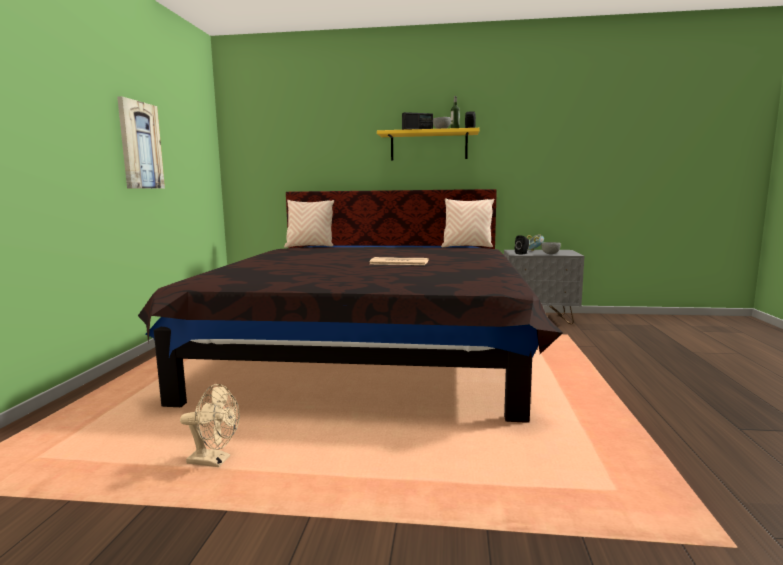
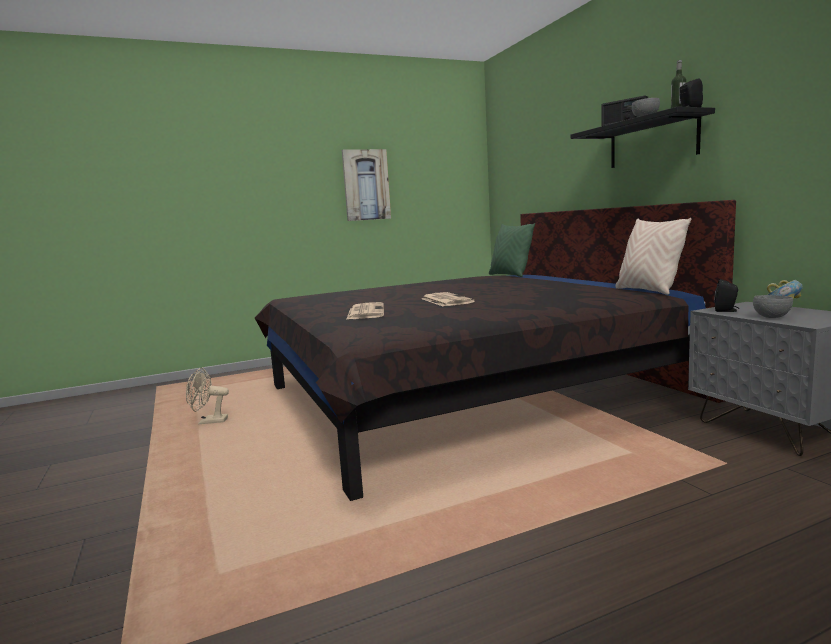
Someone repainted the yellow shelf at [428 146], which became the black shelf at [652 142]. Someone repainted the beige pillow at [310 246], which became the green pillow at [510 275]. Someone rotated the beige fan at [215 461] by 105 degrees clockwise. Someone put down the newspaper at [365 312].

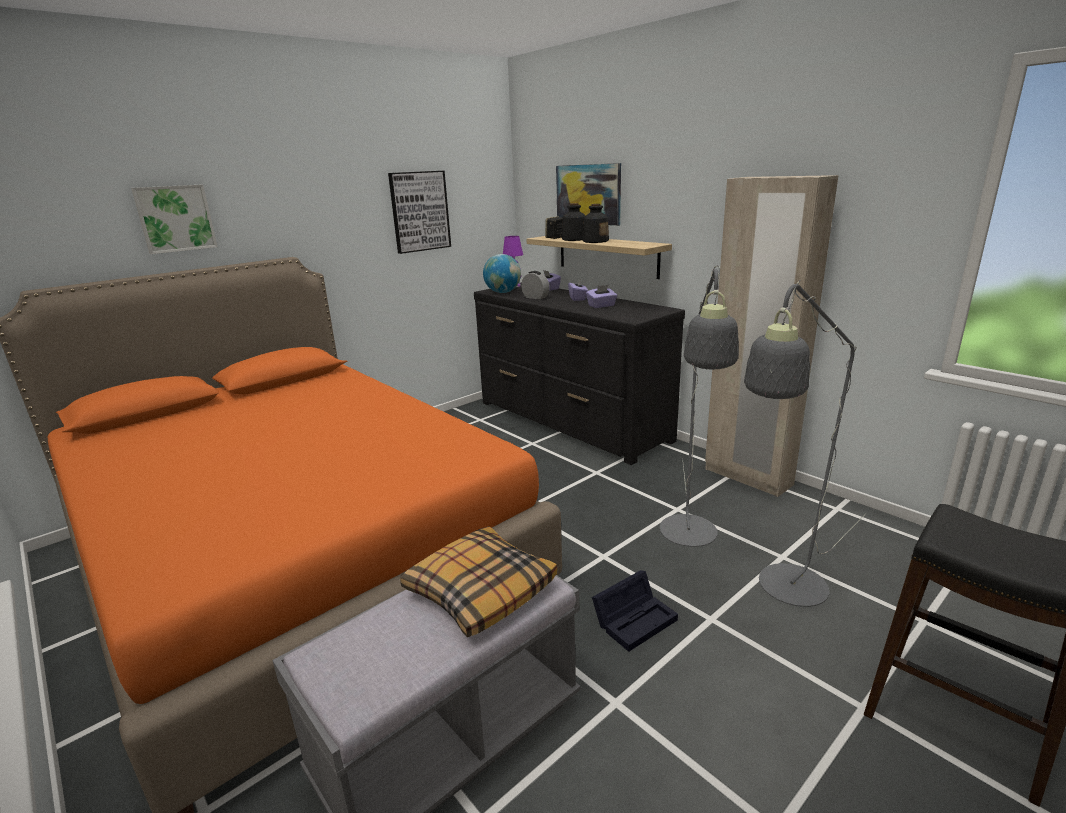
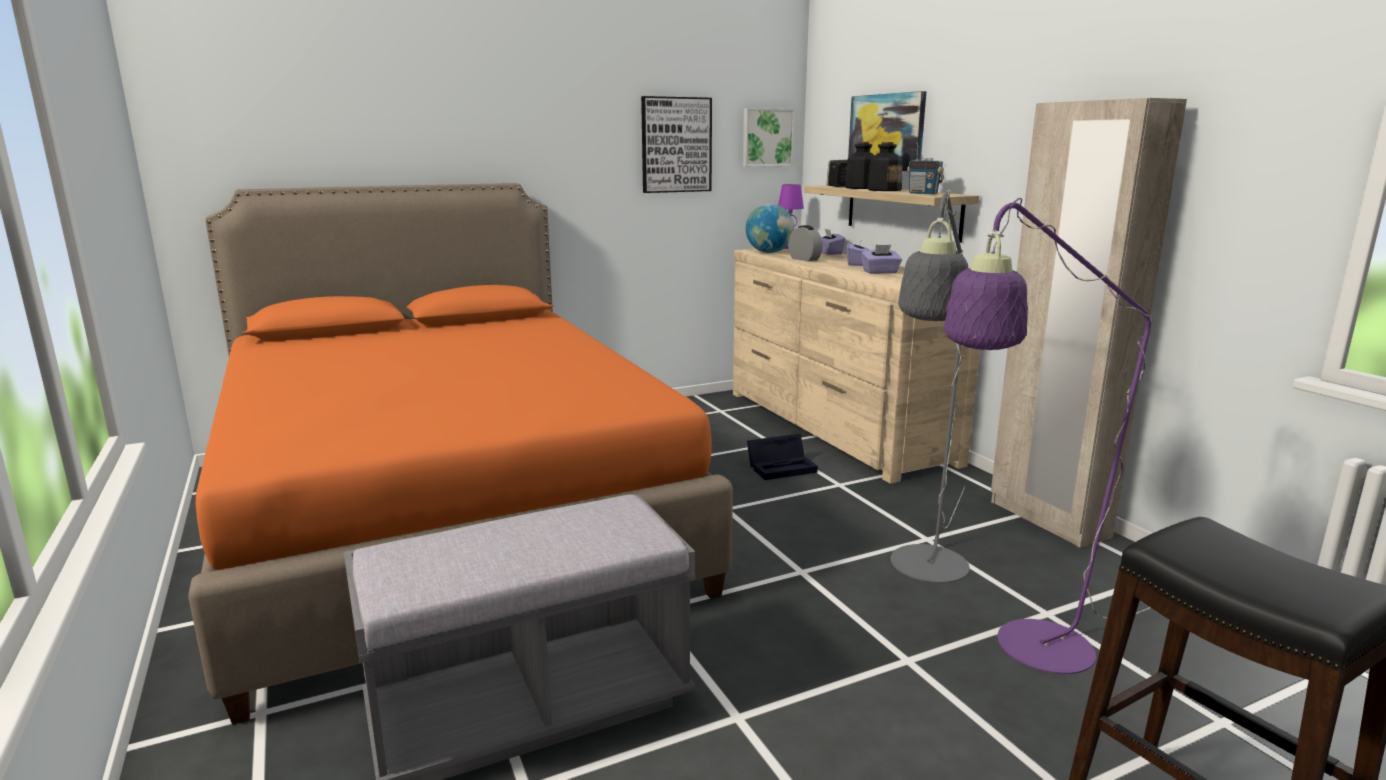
Someone carried the picture from [175 218] to [767 137]. Someone repainted the grey floor lamp at [785 593], which became the purple floor lamp at [1028 653]. Someone repainted the black dresser at [570 421], which became the beige dresser at [834 426]. Someone took away the pillow at [480 590]. Someone carried the black storage box from [635 619] to [782 467]. Someone put down the radio at [923 193].

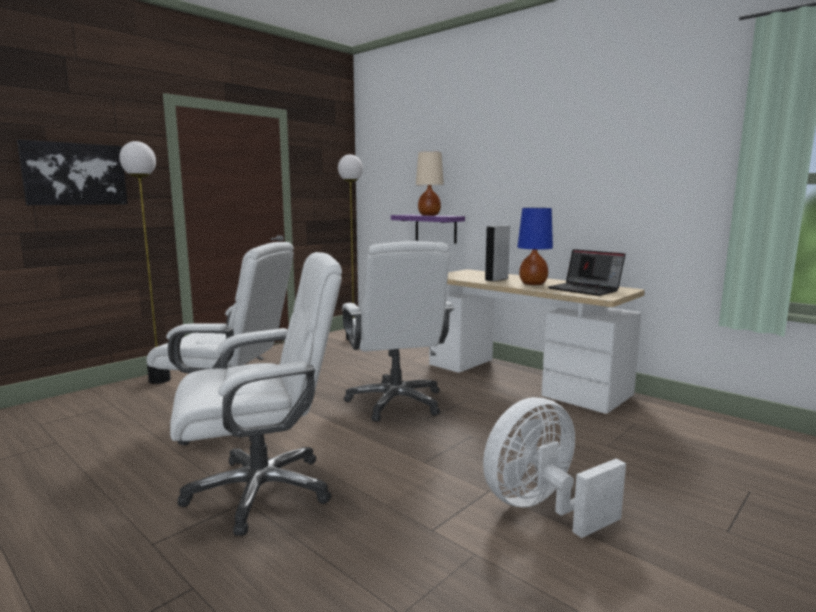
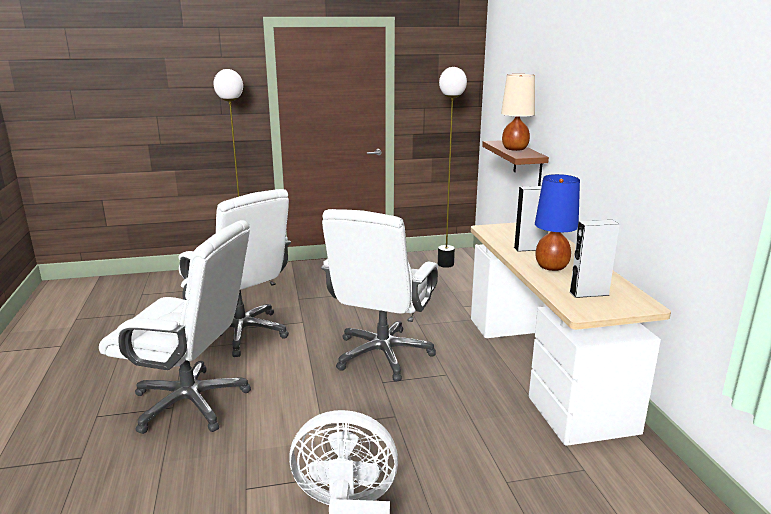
Someone took away the picture at [75 174]. Someone repainted the purple shelf at [435 228], which became the brown shelf at [528 163]. Someone swapped the laptop at [585 290] for the grey speaker at [589 293].

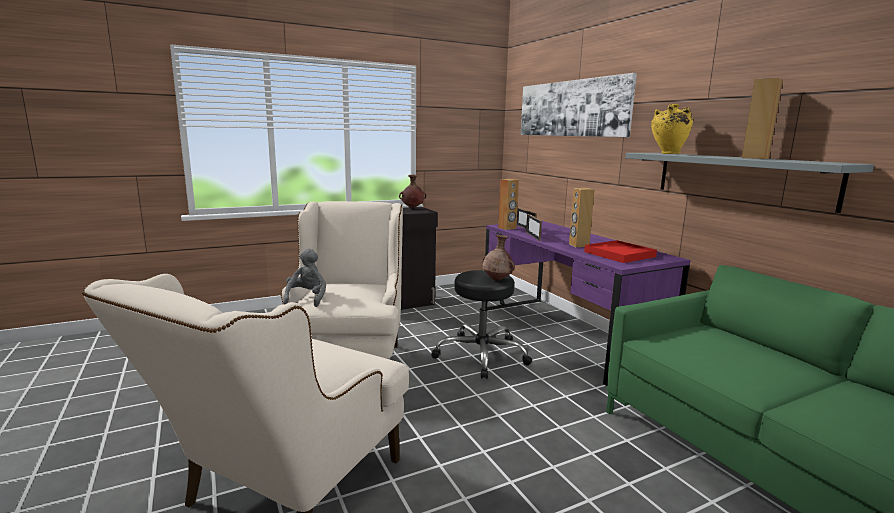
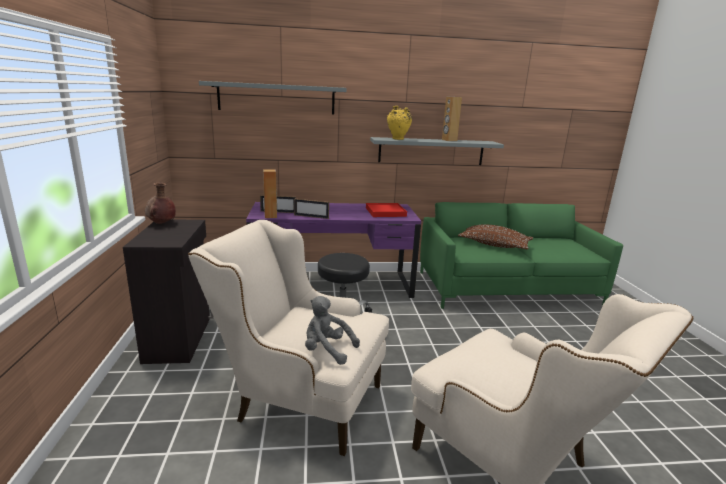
Someone swapped the picture at [571 108] for the grey shelf at [276 98]. Someone took away the brown speaker at [578 245]. Someone took away the brown vase at [497 280]. Someone put down the brown pillow at [494 245].

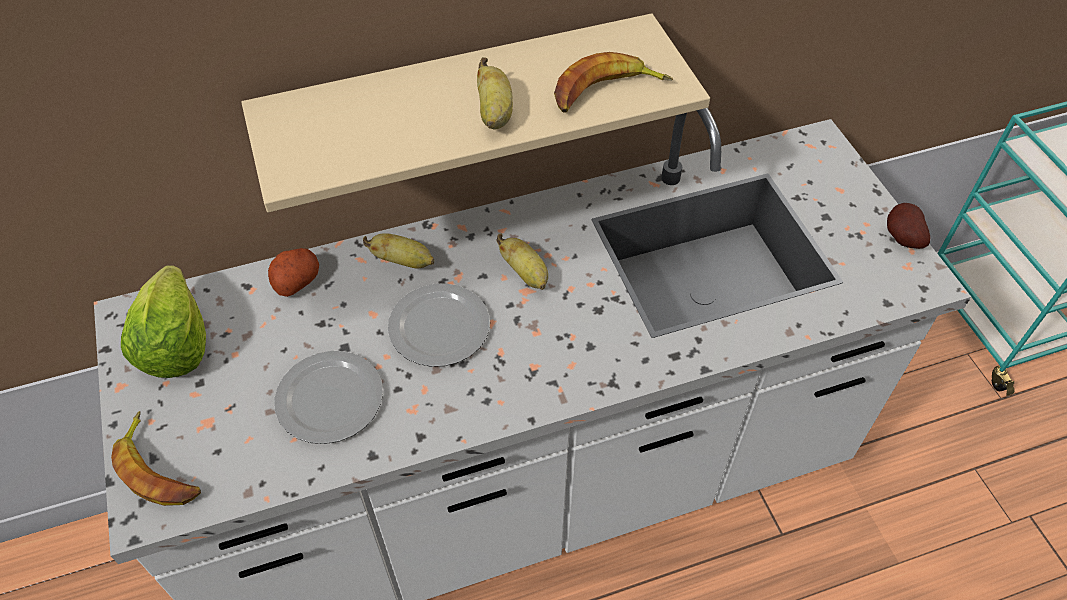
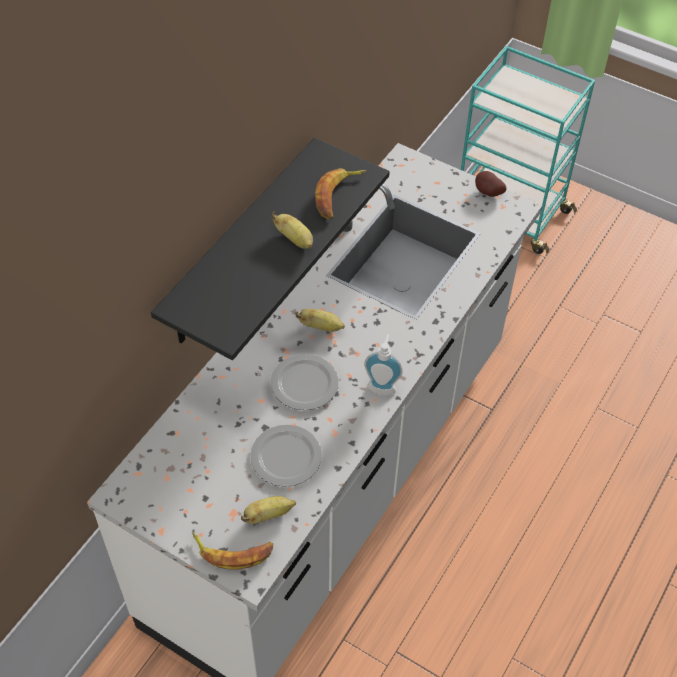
Someone repainted the beige shelf at [459 102], which became the black shelf at [240 246]. Someone carried the banana from [403 261] to [268 515]. Someone took away the potato at [296 280]. Someone took away the lettuce at [176 344]. Someone put down the soap dispenser at [382 385].

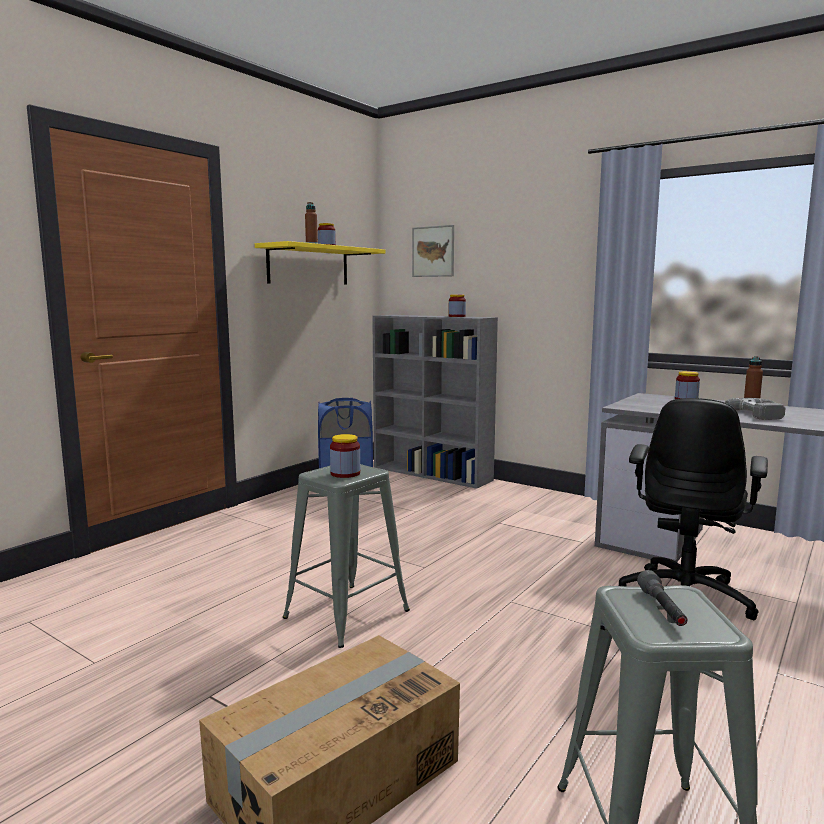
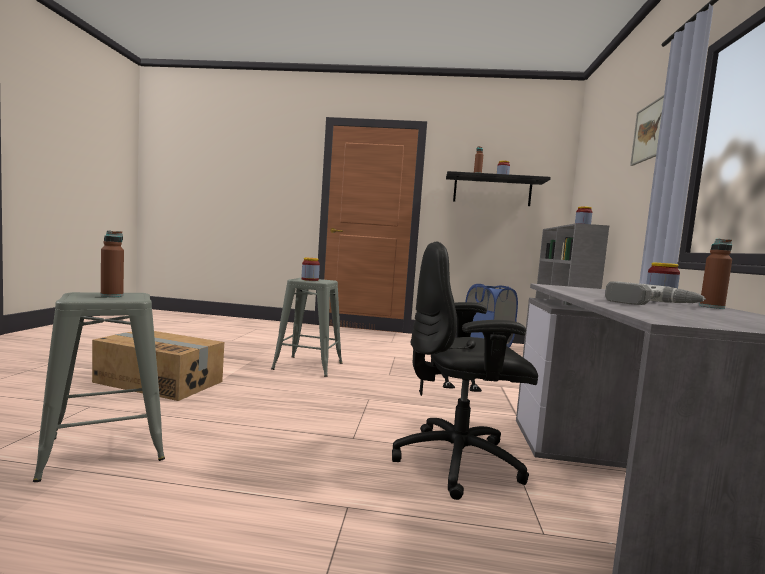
Someone carried the picture from [433 251] to [649 132]. Someone repainted the yellow shelf at [308 265], which became the black shelf at [492 191]. Someone swapped the grey flashlight at [662 609] for the brown bottle at [112 295].

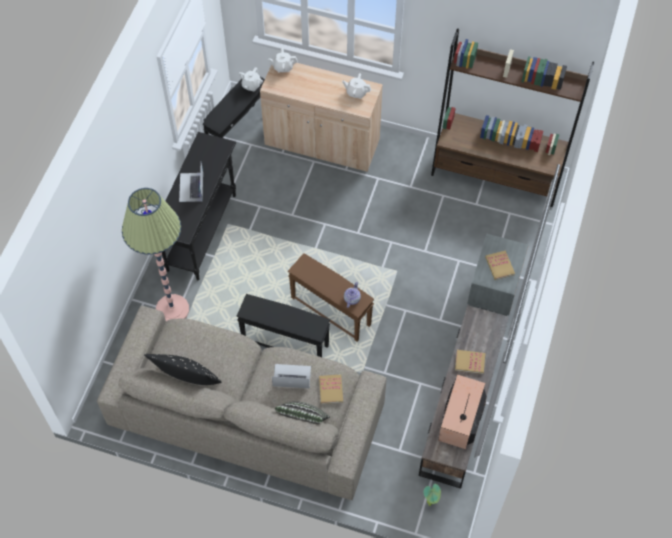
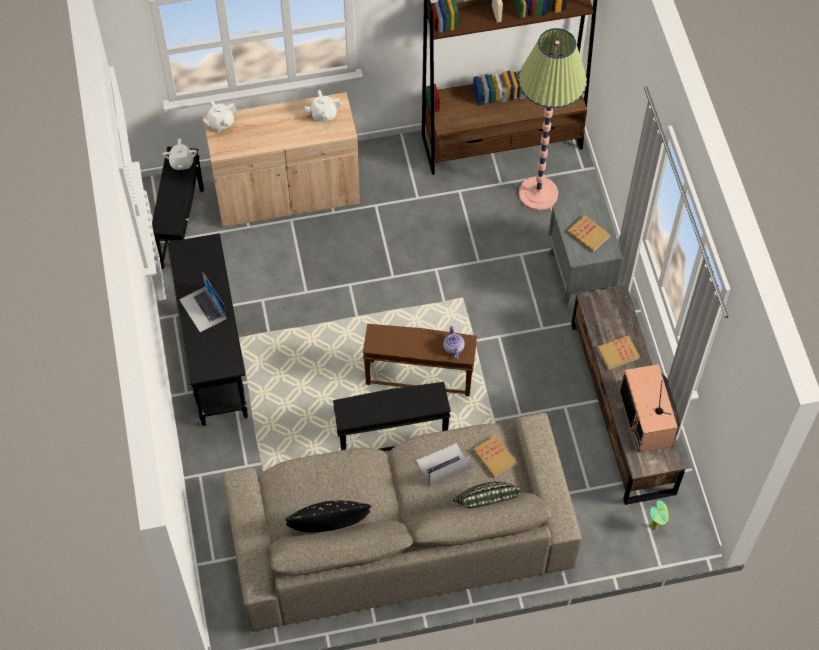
Someone carried the floor lamp from [172 309] to [538 193].

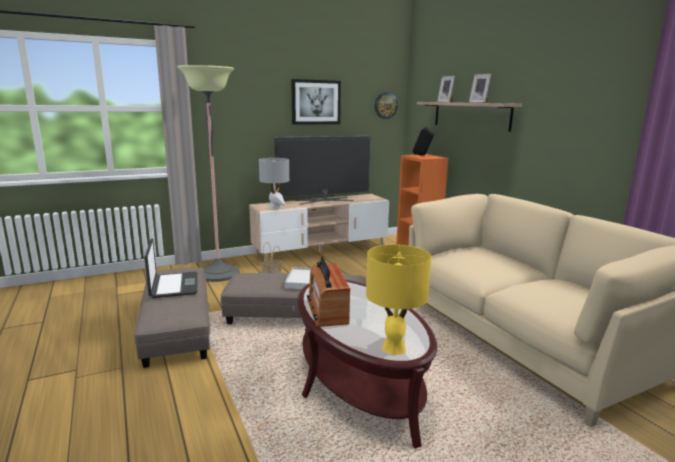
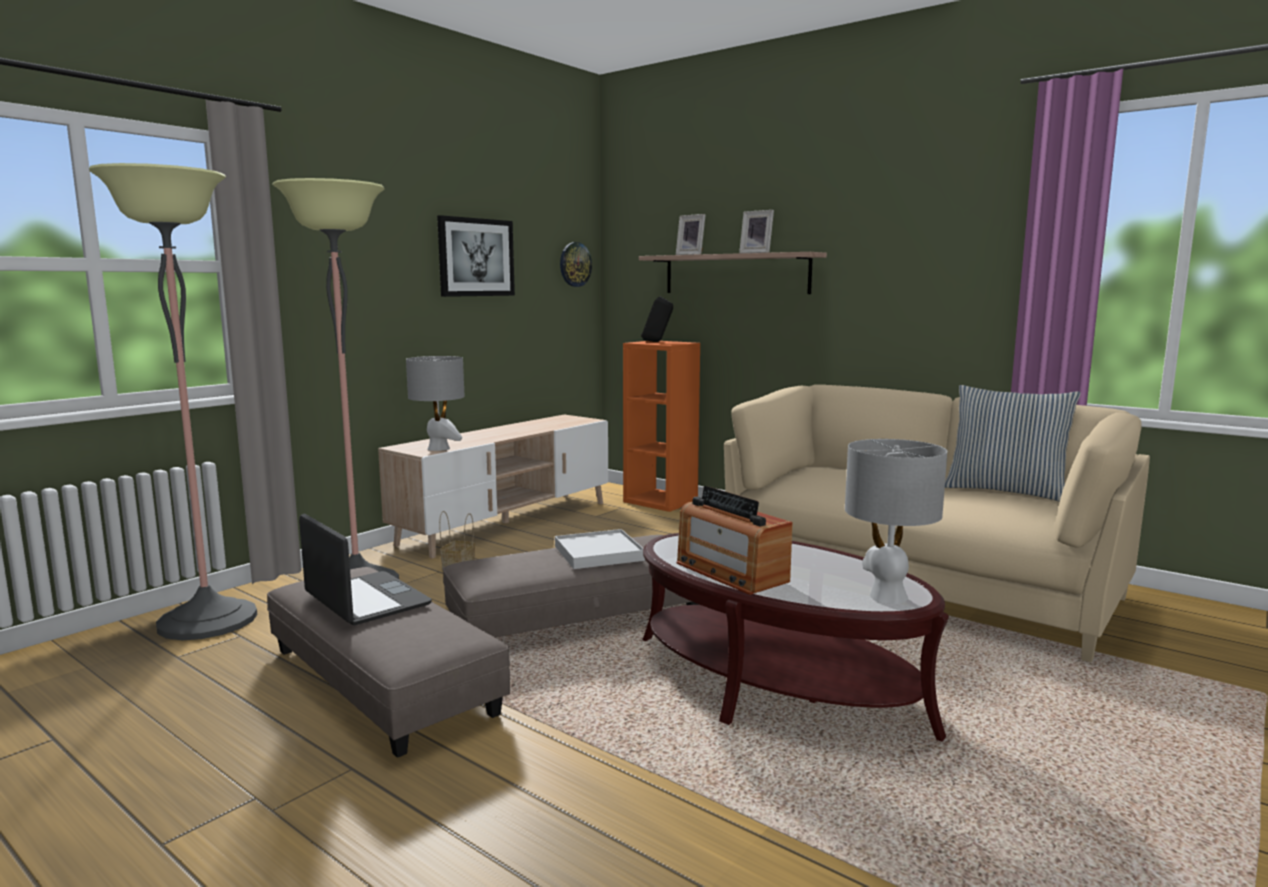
Someone took away the television at [324 200]. Someone repainted the yellow table lamp at [393 348], which became the grey table lamp at [887 596]. Someone put down the floor lamp at [208 621]. Someone put down the pillow at [1005 491].

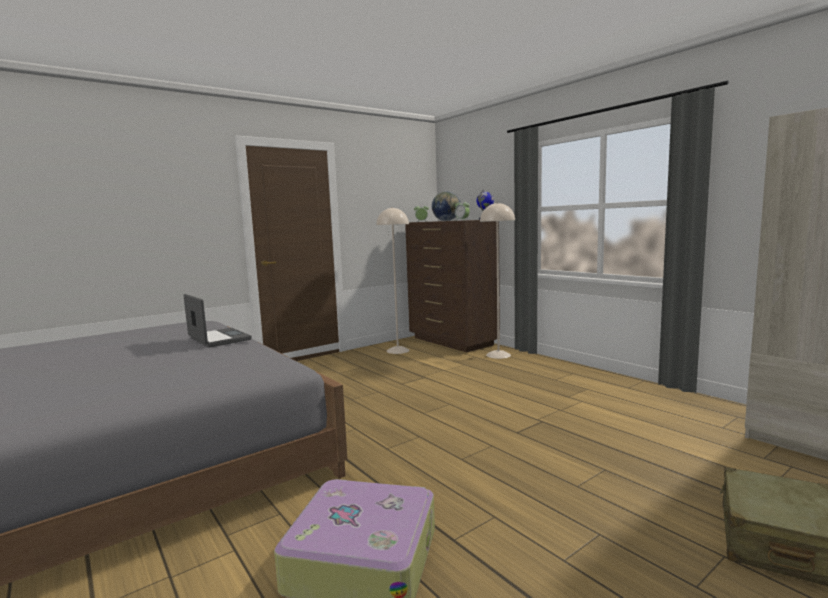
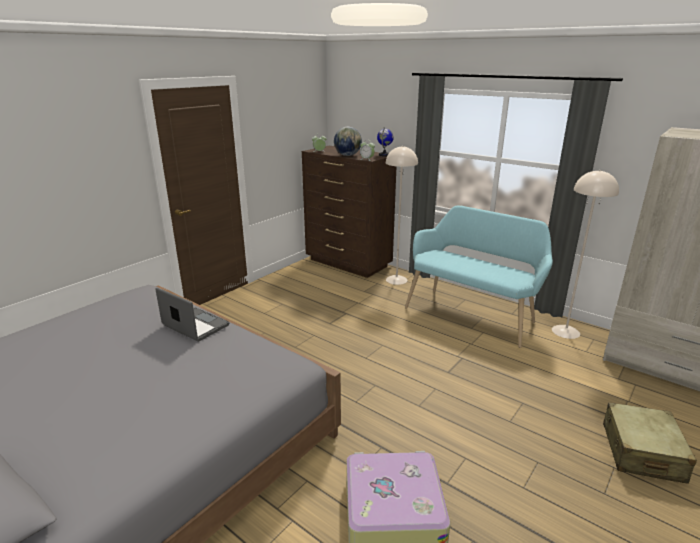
Someone carried the beige floor lamp from [398 350] to [565 331]. Someone put down the turquoise bench at [472 314].

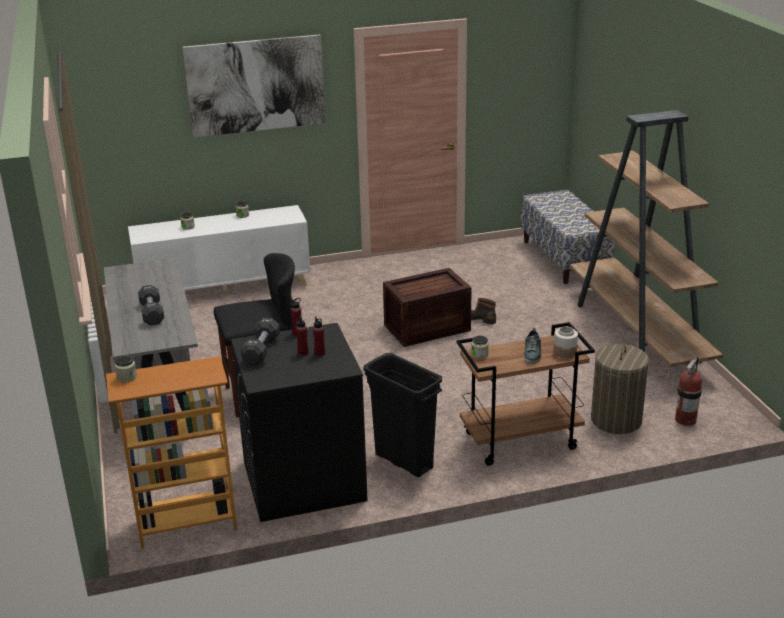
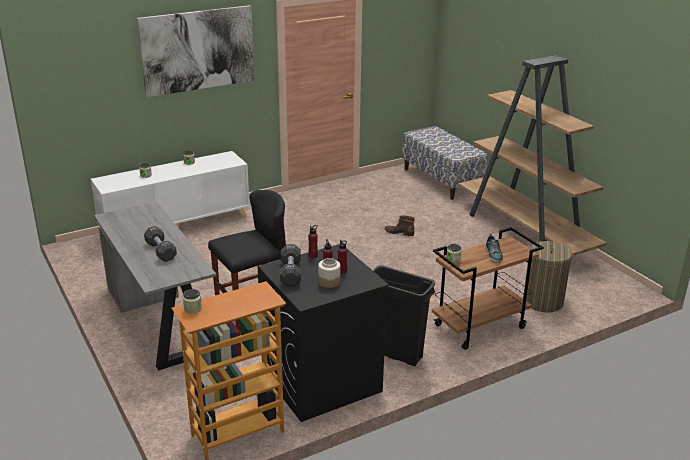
Someone took away the crate at [426 328]. Someone carried the jar from [564 352] to [329 282]. Someone took away the fire extinguisher at [685 419].

